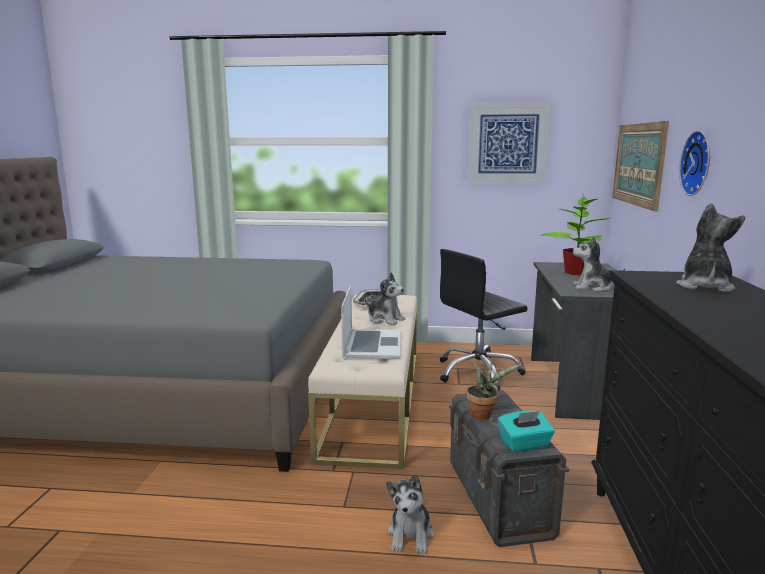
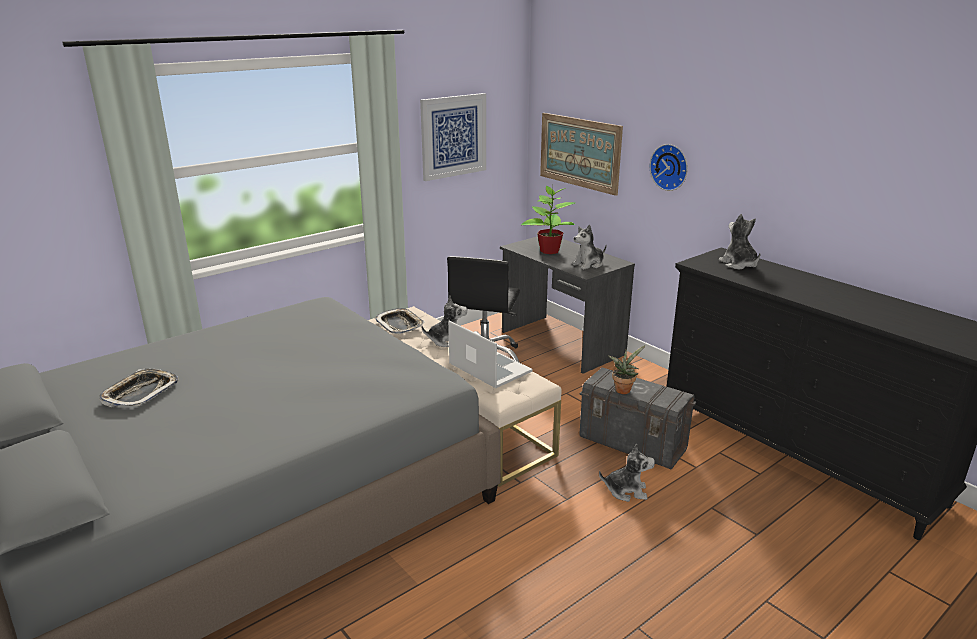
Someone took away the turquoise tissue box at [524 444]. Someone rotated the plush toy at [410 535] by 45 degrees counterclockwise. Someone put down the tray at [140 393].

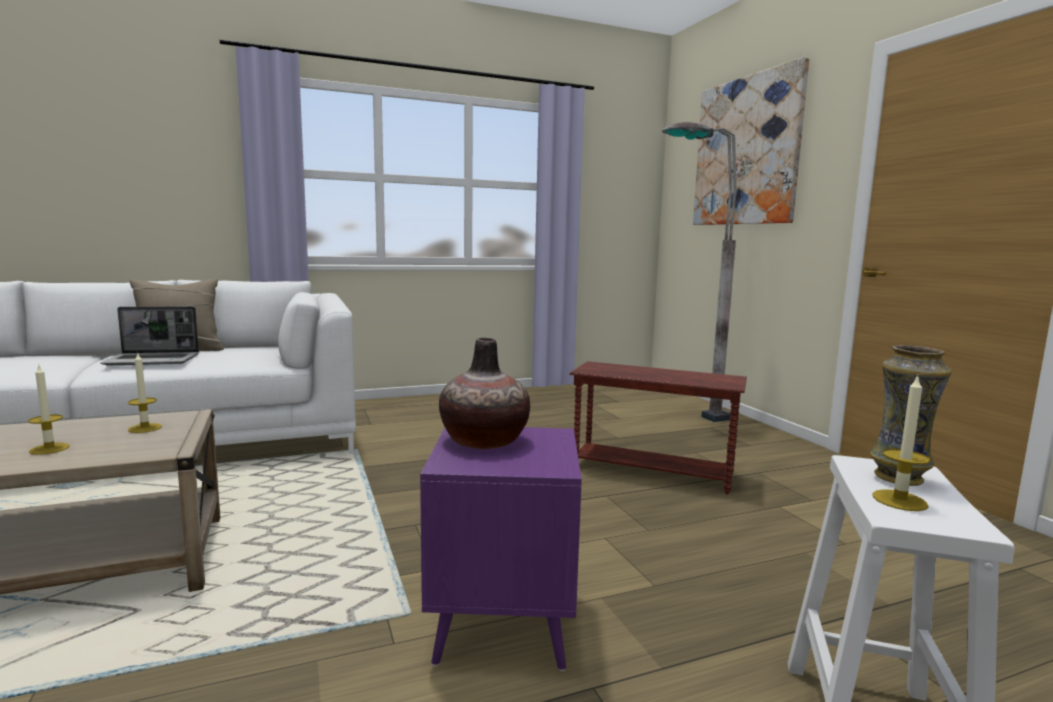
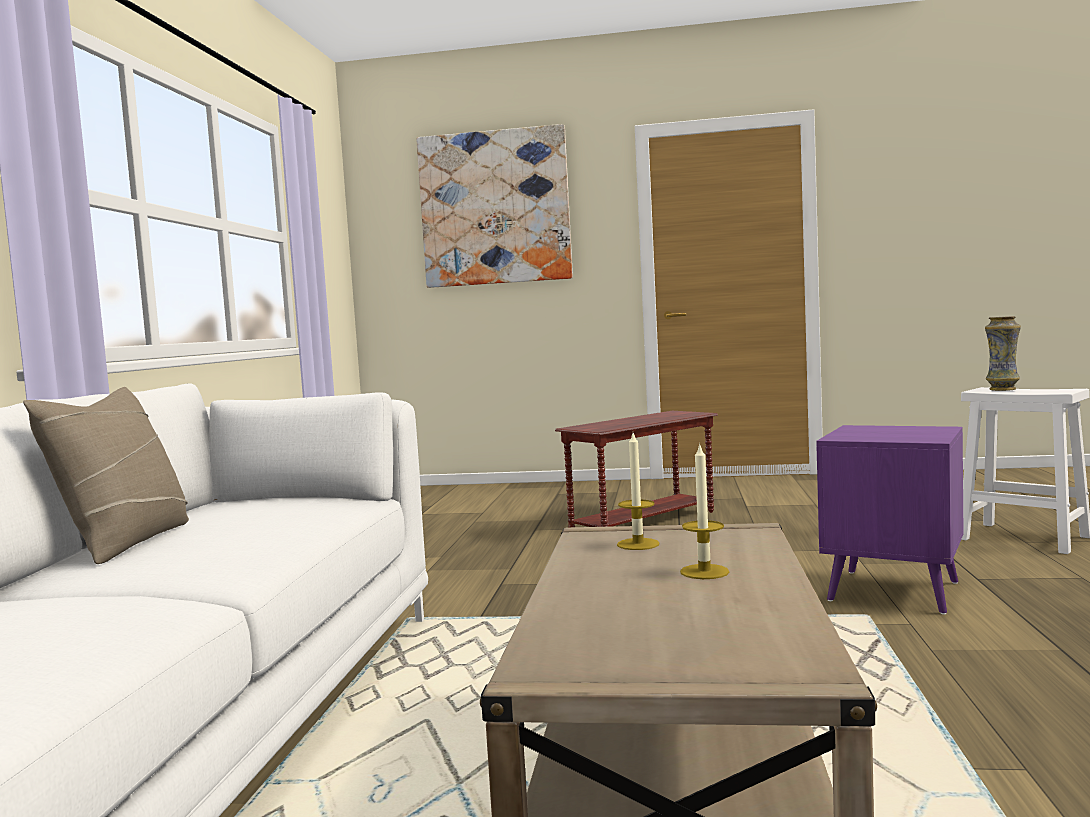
Someone took away the grey floor lamp at [681 422]. Someone took away the laptop at [154 360]. Someone took away the vase at [483 441]. Someone took away the candle at [899 500].

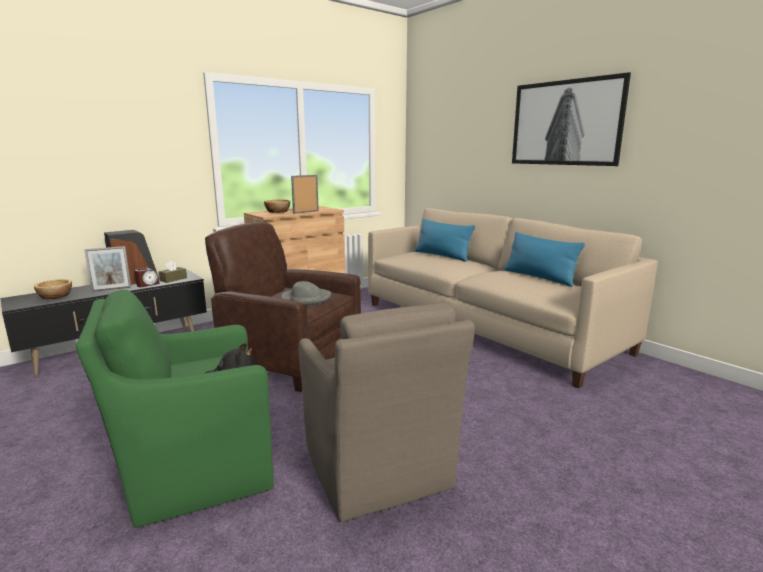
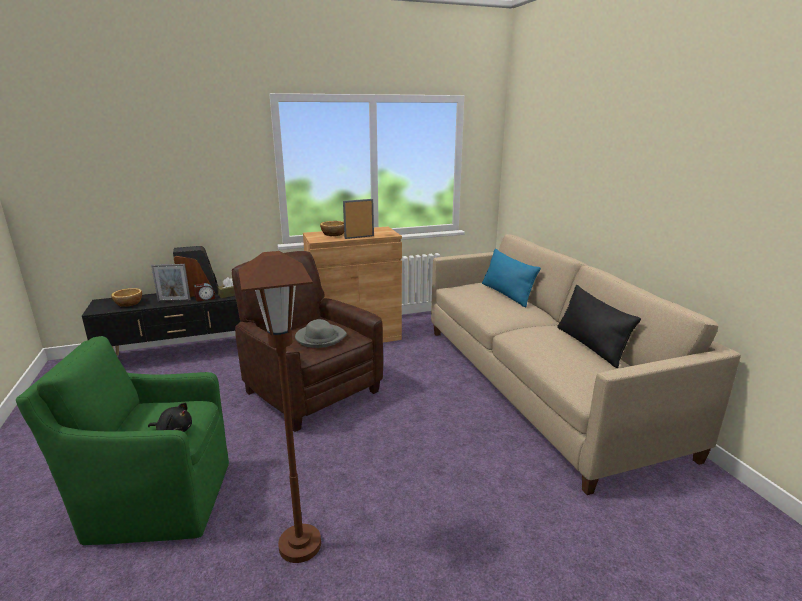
Someone took away the picture at [565 123]. Someone repainted the blue pillow at [539 277], which became the black pillow at [590 345]. Someone swapped the brown armchair at [377 471] for the brown floor lamp at [299 545].

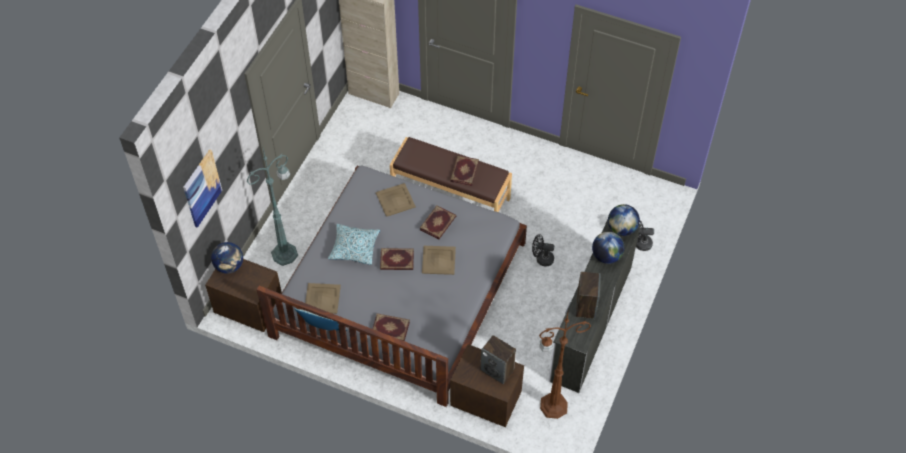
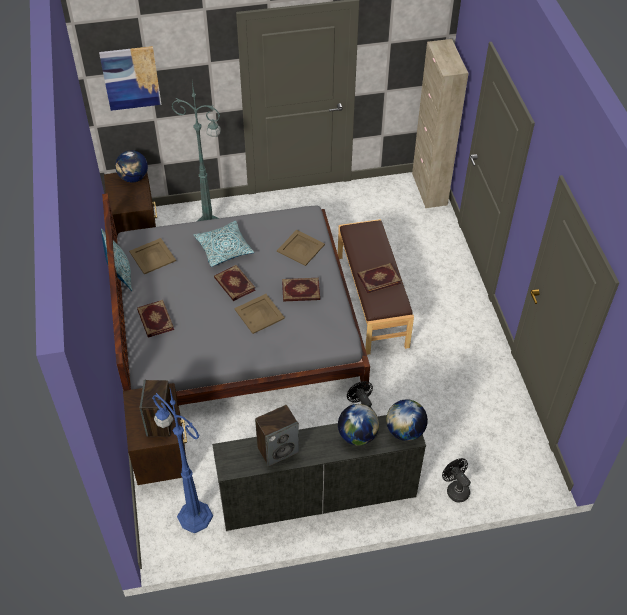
Someone repainted the brown floor lamp at [552 406], which became the blue floor lamp at [193 515].

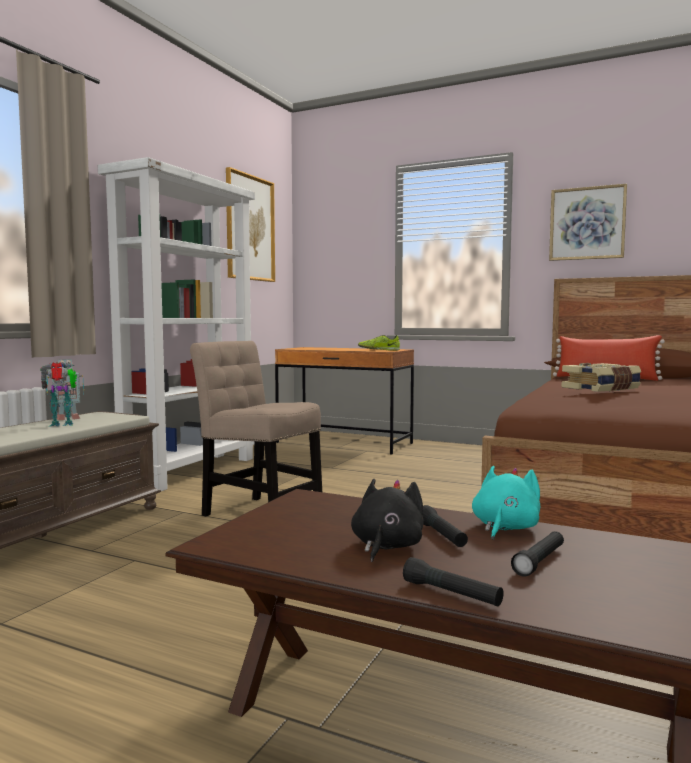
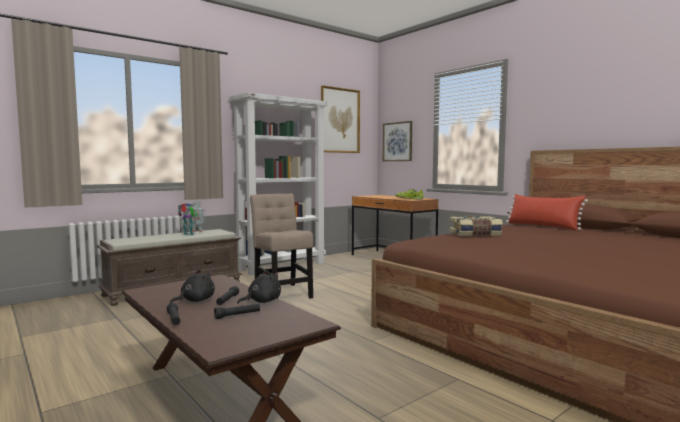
Someone carried the picture from [587 223] to [397 141]. Someone repainted the turquoise plush toy at [504 528], which became the black plush toy at [262 301].

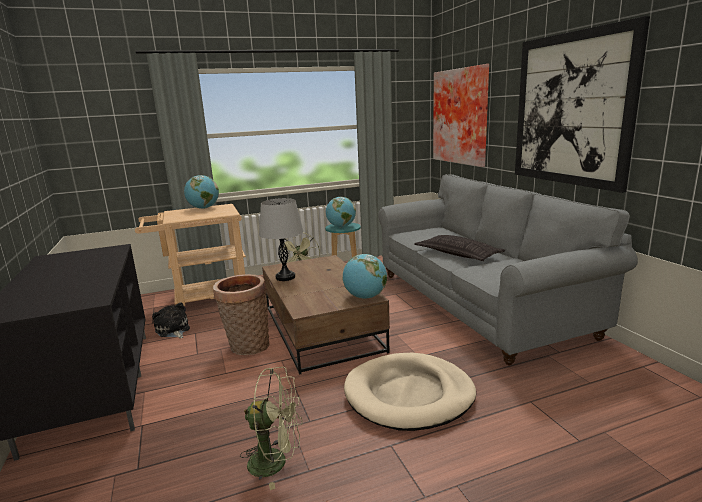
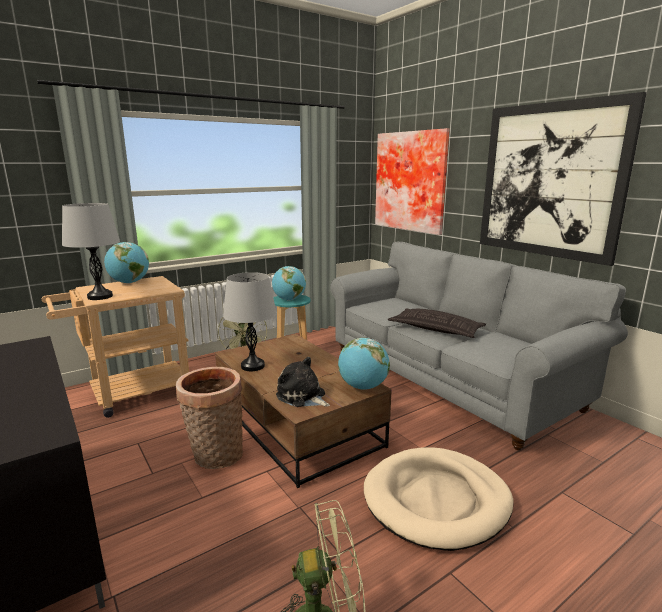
Someone carried the plush toy from [173 330] to [302 396]. Someone put down the grey table lamp at [100 296].

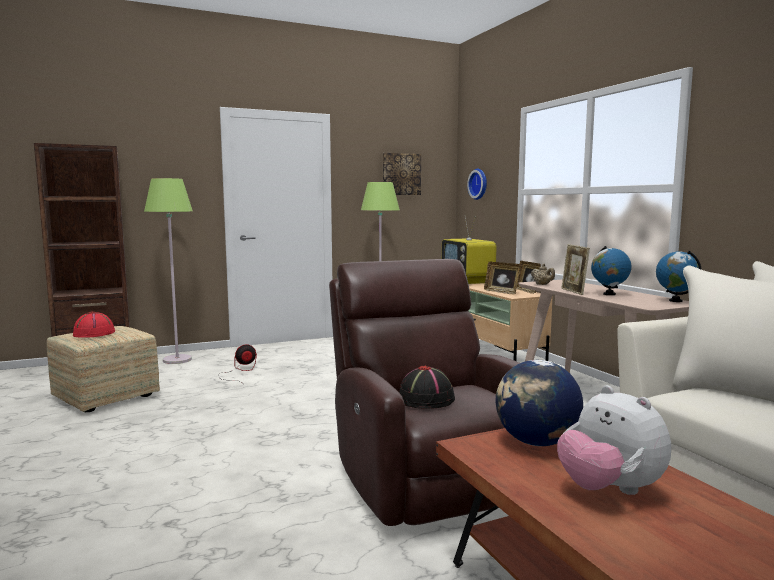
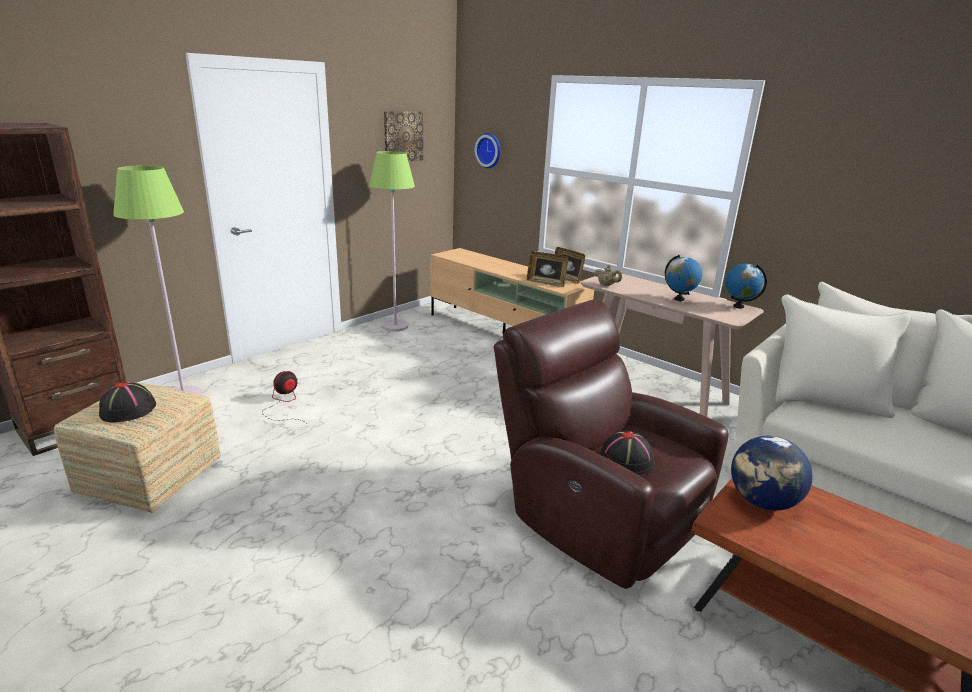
Someone took away the television at [468 281]. Someone took away the picture frame at [573 292]. Someone repainted the red hat at [94 333], which became the black hat at [128 410]. Someone took away the plush toy at [609 490].

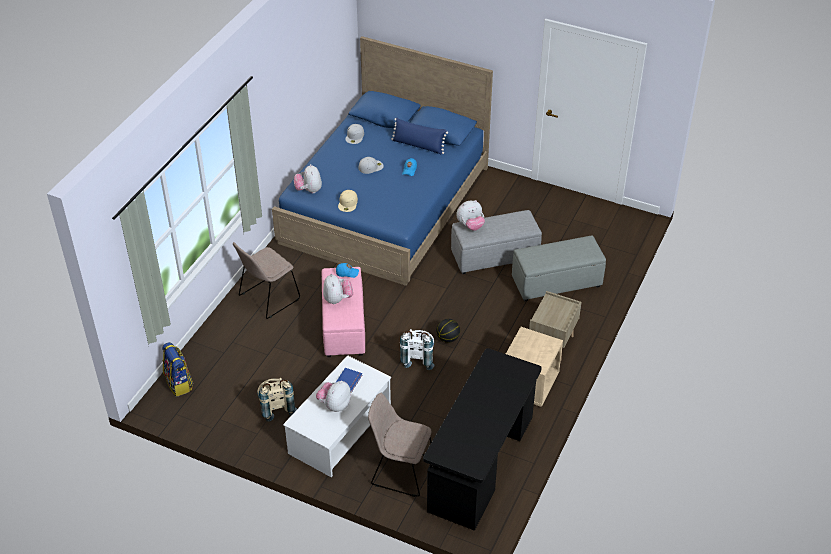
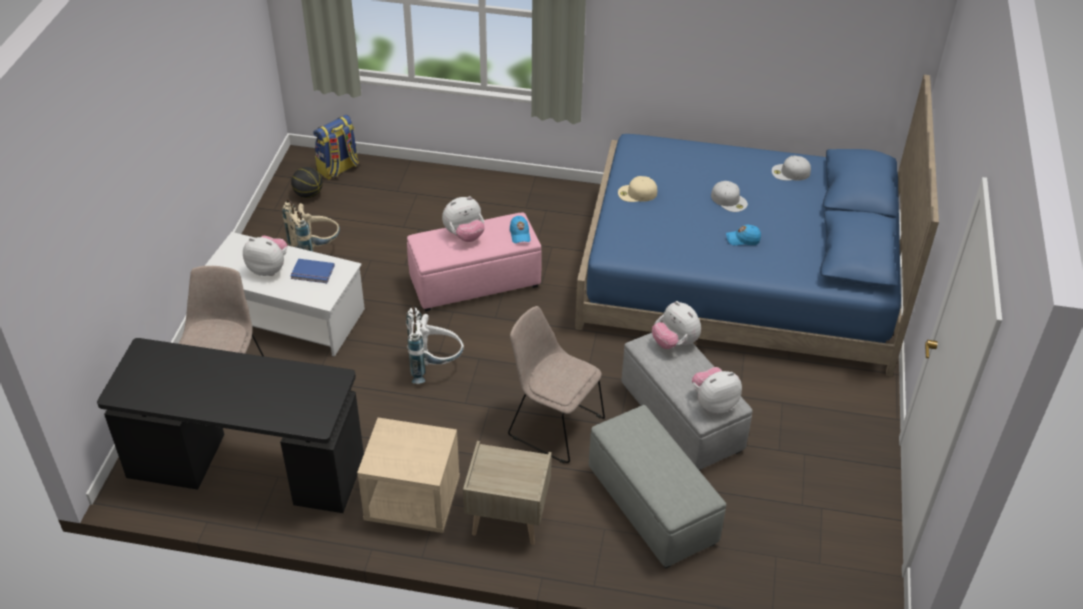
Someone took away the blue pillow at [418 145]. Someone carried the plush toy from [309 190] to [713 403]. Someone carried the beige chair from [267 298] to [553 425]. Someone carried the basketball from [447 338] to [308 194].

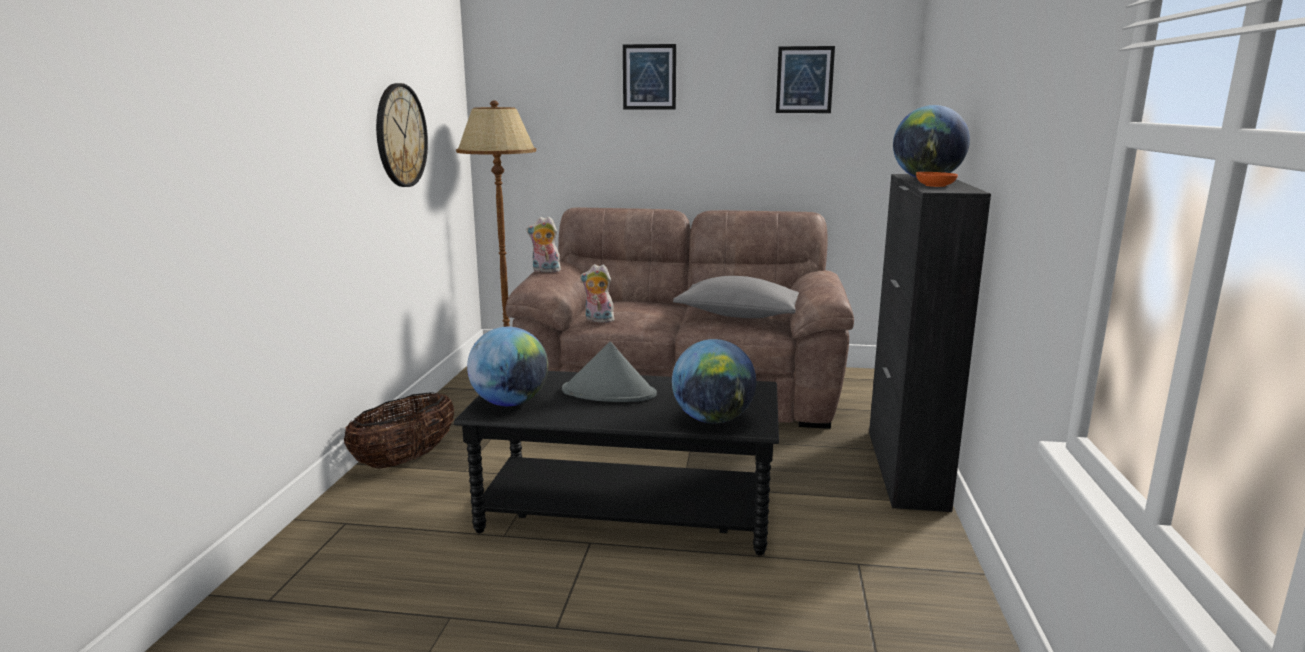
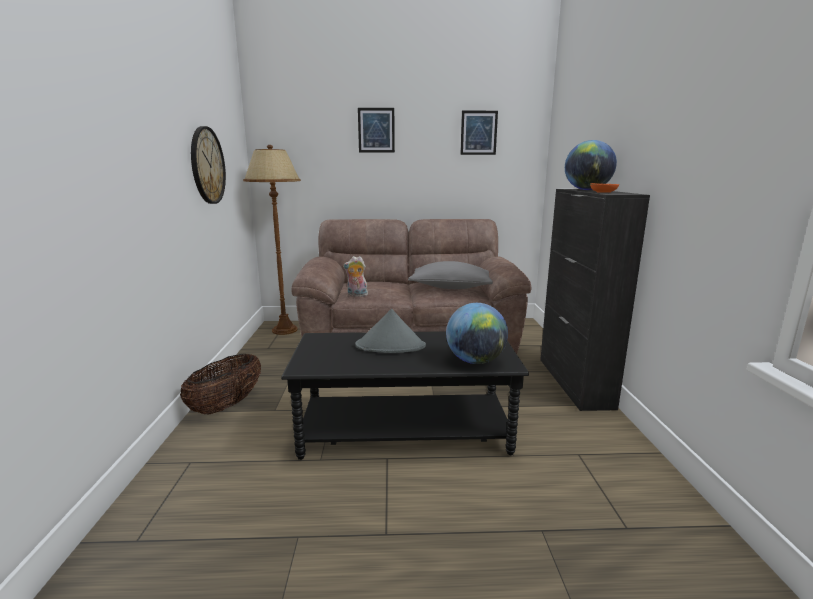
Someone took away the plush toy at [545 271]. Someone took away the globe at [510 403].

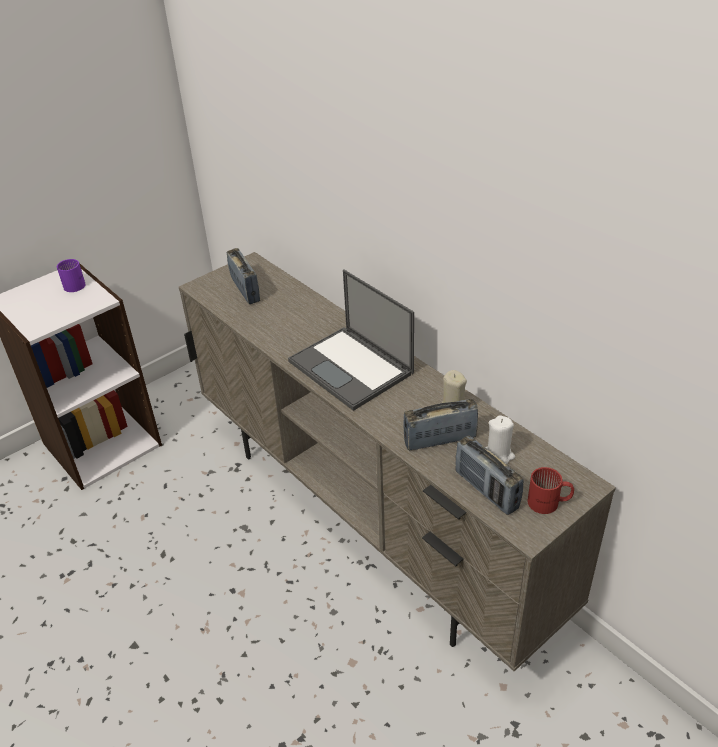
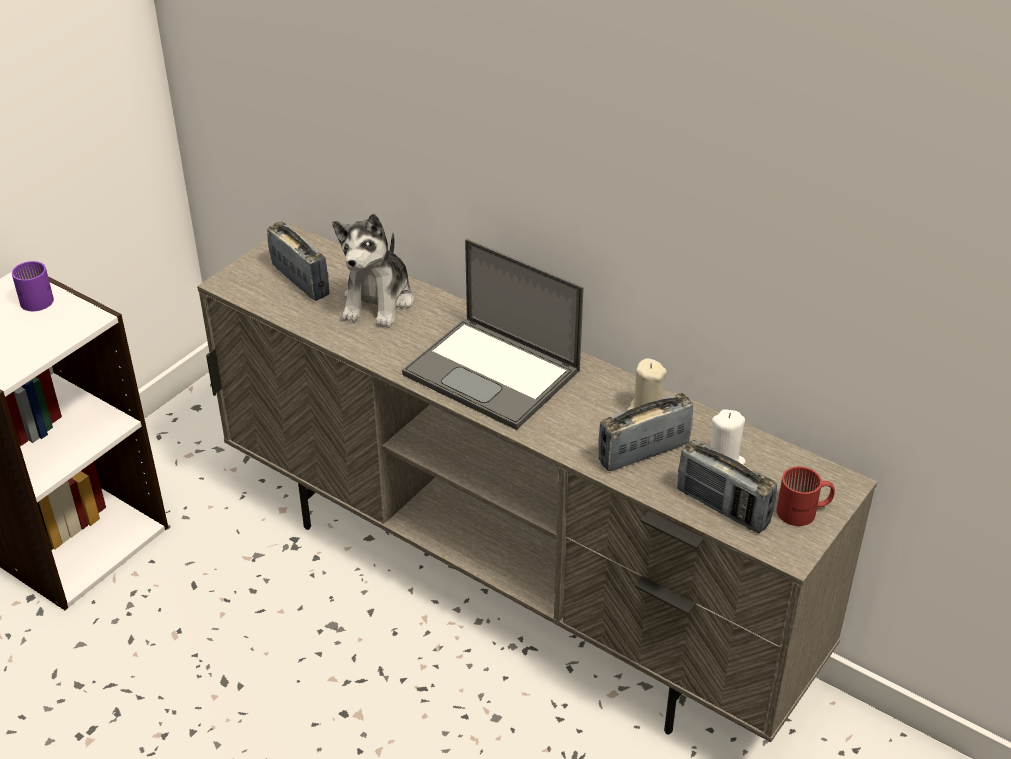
Someone put down the plush toy at [378 301].

